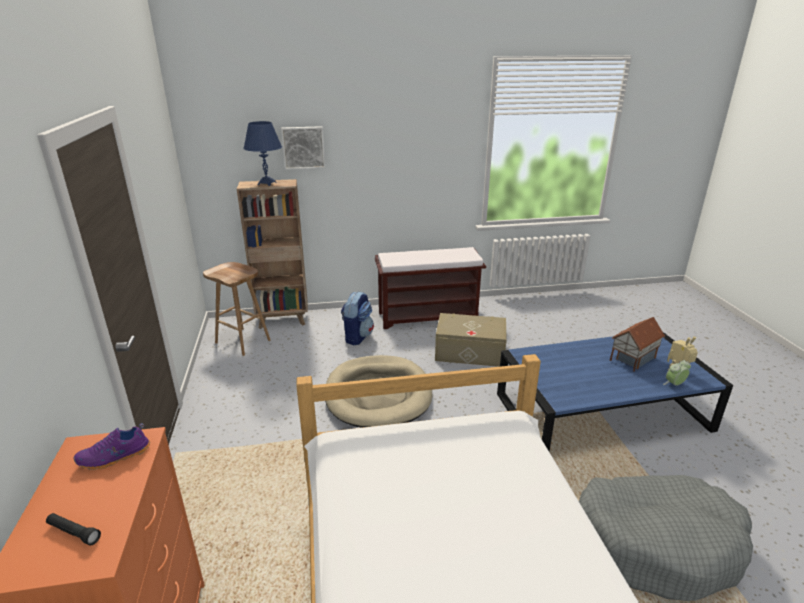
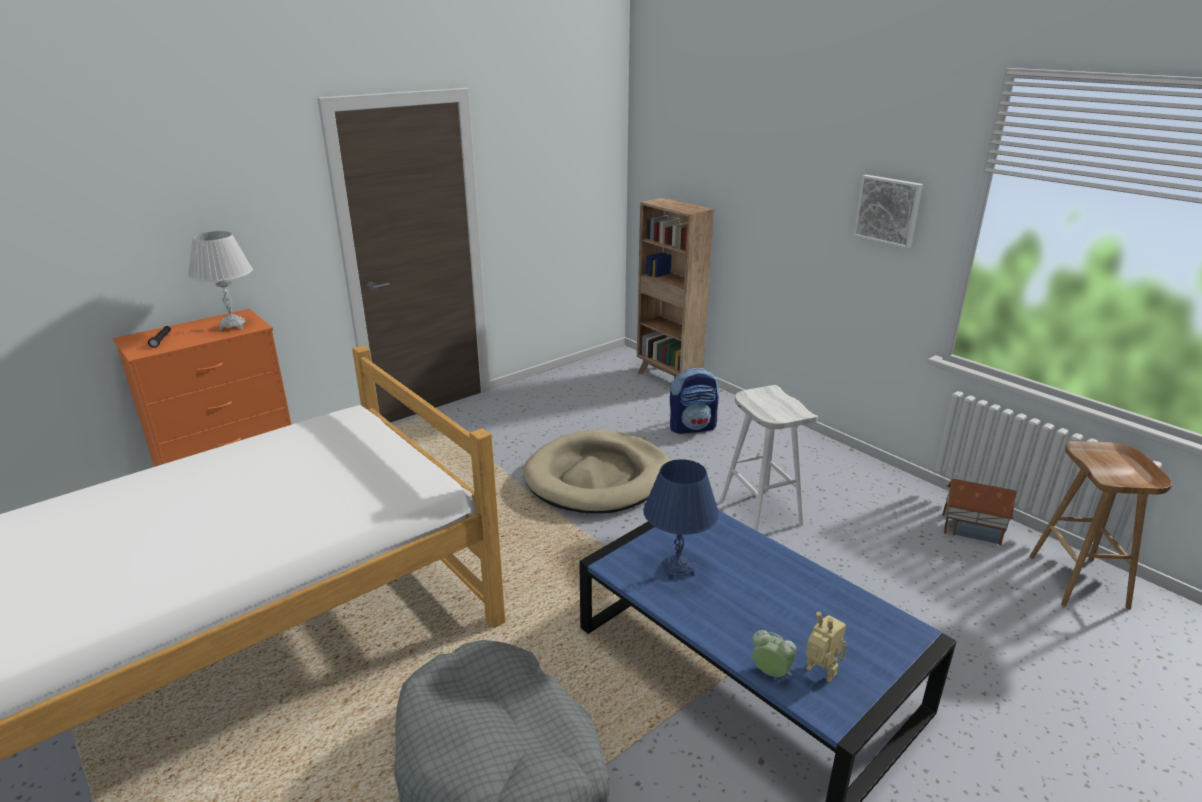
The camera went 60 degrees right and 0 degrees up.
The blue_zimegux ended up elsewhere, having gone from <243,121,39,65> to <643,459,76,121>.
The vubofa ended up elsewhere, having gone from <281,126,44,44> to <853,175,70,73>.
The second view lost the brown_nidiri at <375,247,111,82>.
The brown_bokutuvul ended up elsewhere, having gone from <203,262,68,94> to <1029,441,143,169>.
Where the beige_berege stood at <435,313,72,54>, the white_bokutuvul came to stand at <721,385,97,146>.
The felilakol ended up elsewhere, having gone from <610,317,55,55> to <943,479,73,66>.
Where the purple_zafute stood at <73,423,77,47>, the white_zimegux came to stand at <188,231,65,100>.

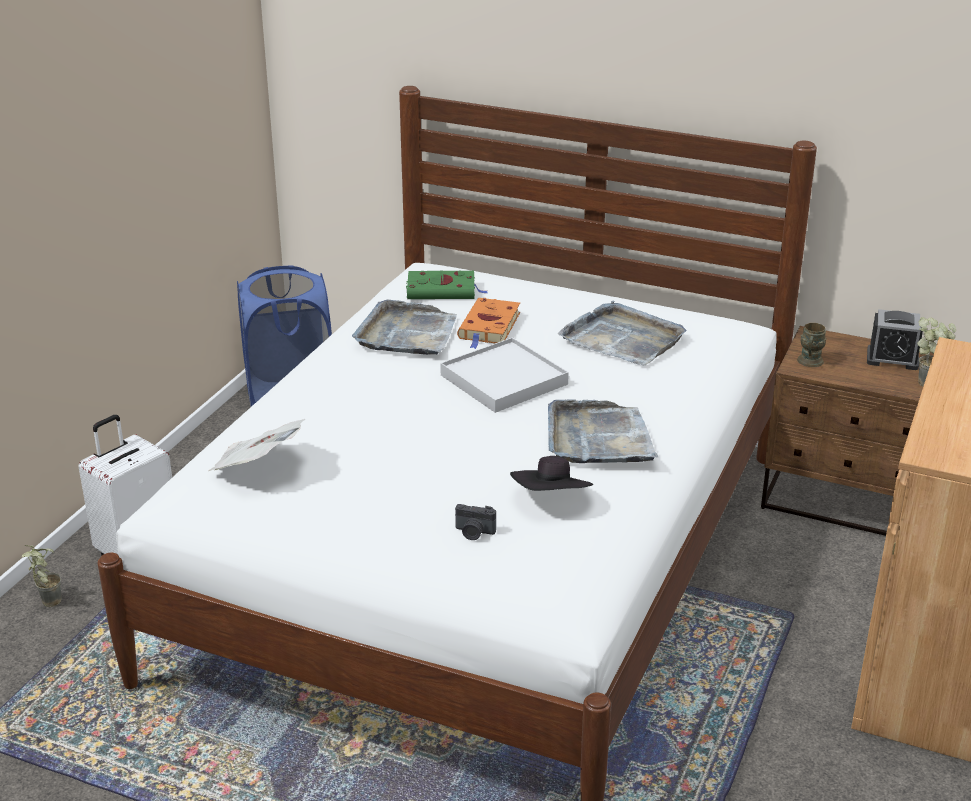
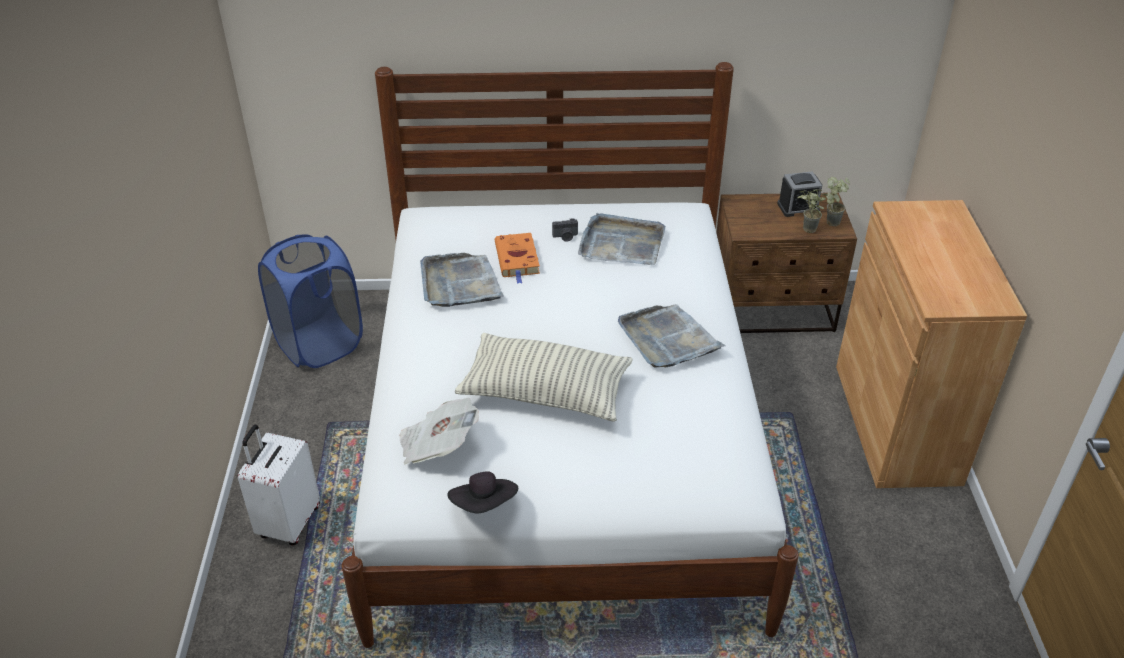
The camera went 25 degrees left and 10 degrees up.
The second view lost the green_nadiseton at <406,271,81,28>.
The second view lost the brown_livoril at <797,323,30,44>.
The second view lost the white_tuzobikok at <440,337,129,76>.
The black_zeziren ended up elsewhere, having gone from <510,456,83,35> to <447,471,71,43>.
The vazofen ended up elsewhere, having gone from <455,504,41,36> to <552,219,26,23>.
The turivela ended up elsewhere, having gone from <22,545,40,62> to <797,189,31,44>.
The second view gained the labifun at <455,333,177,89>.

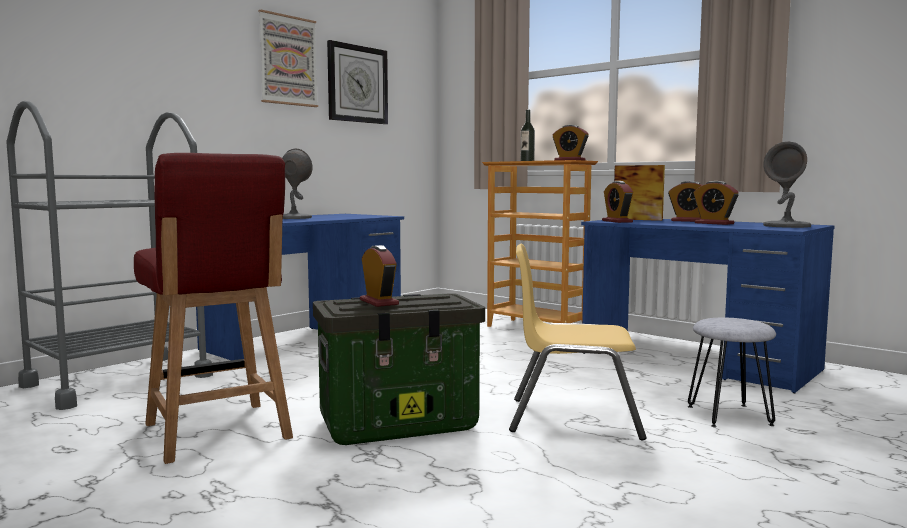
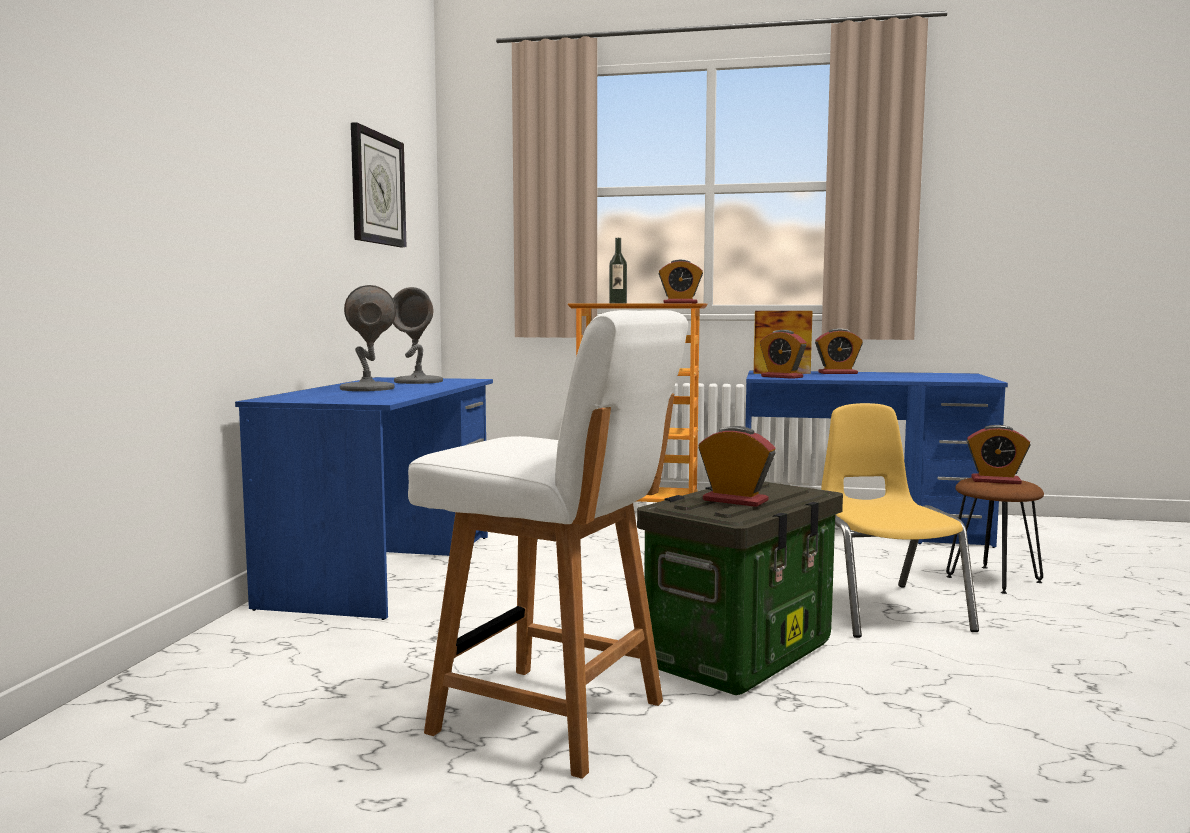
The camera went 30 degrees left and 0 degrees up.
The second view lost the vubofa at <258,10,60,97>.
The second view lost the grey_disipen at <6,101,207,309>.
The grey_zimegux ended up elsewhere, having gone from <763,141,48,87> to <393,287,50,97>.
What was the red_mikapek at <134,153,159,311> turned into the white_mikapek at <408,310,280,469>.
The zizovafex ended up elsewhere, having gone from <694,181,45,44> to <967,425,64,59>.
The yellow_mikapek at <509,244,137,196> ended up facing another way, 105 degrees clockwise from before.
What was the grey_bokutuvul at <688,317,88,110> turned into the brown_bokutuvul at <946,478,98,116>.

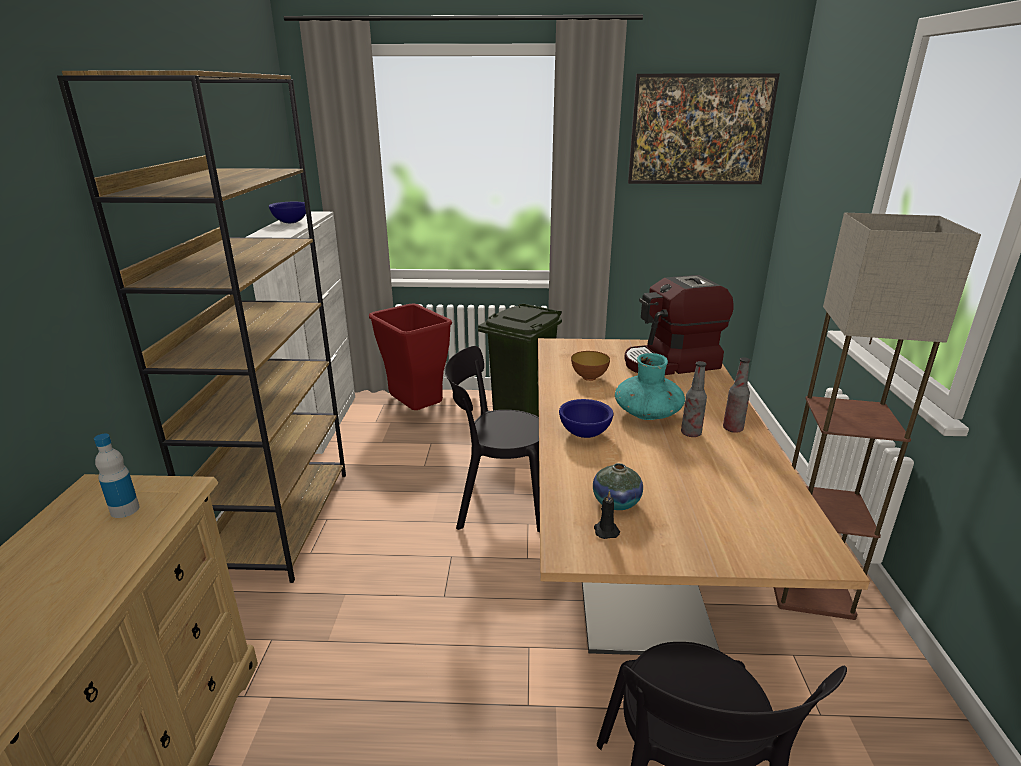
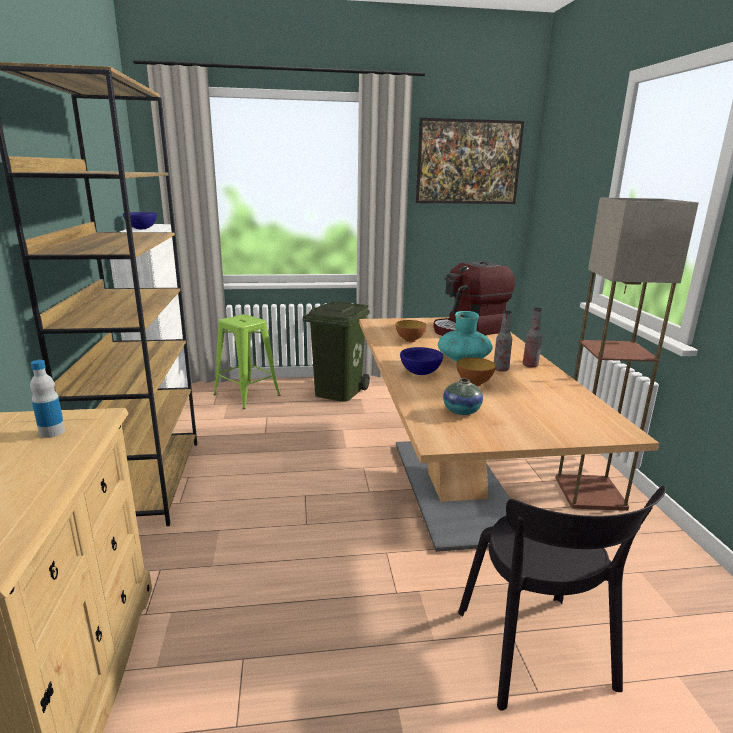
The camera went 10 degrees left and 5 degrees down.
Where the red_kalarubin stood at <369,303,83,107>, the green_bokutuvul came to stand at <213,314,68,95>.
The second view lost the black_mikapek at <445,346,95,187>.
The second view lost the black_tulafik at <594,490,26,49>.
The second view gained the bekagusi at <456,357,40,30>.

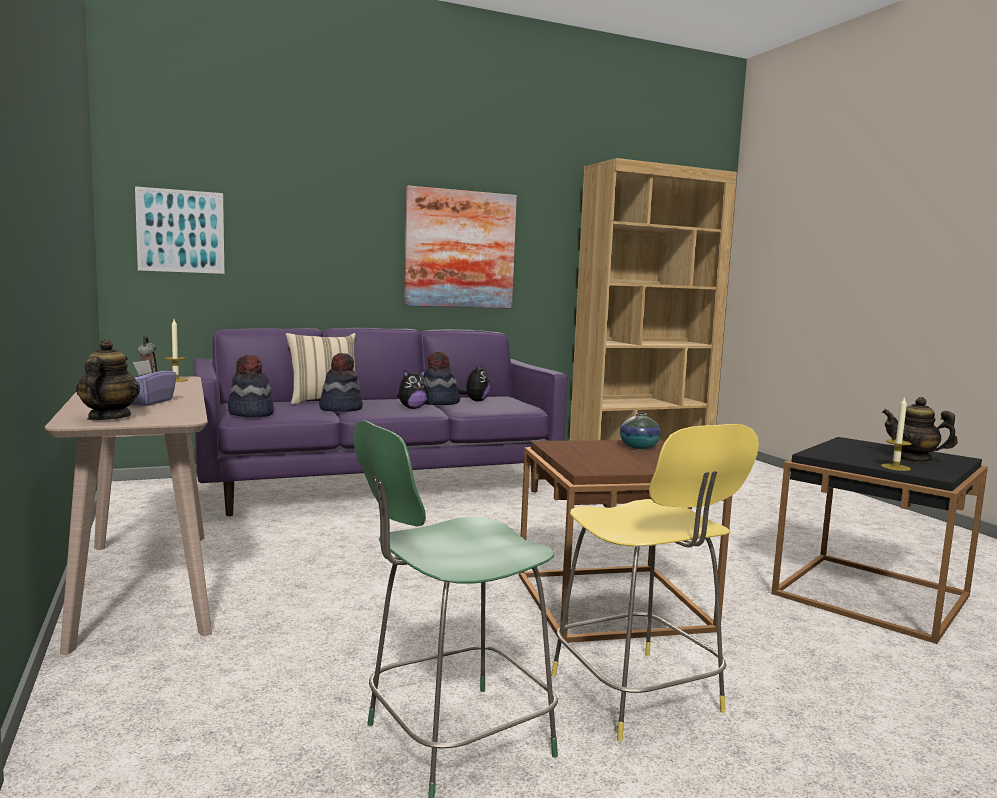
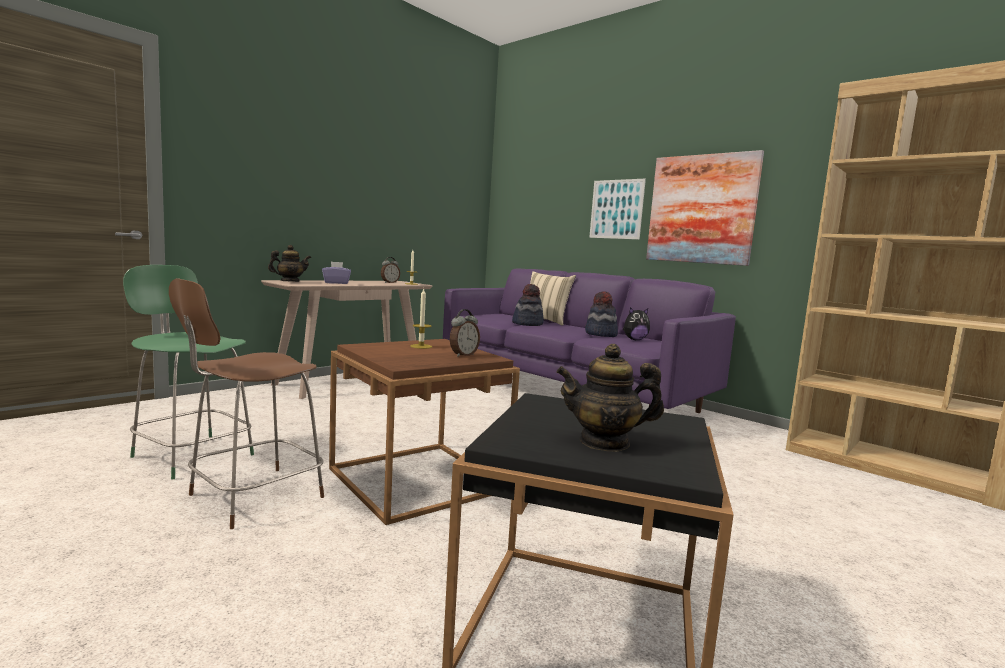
The camera went 65 degrees right and 0 degrees up.
The vubofa ended up elsewhere, having gone from <135,186,89,88> to <589,179,57,60>.
The second view lost the zeziren at <228,355,46,62>.
The second view lost the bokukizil at <397,369,32,40>.
The tulafik ended up elsewhere, having gone from <881,396,31,75> to <410,289,22,60>.
The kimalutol at <882,397,76,66> ended up facing another way, 105 degrees counterclockwise from before.
Where the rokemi stood at <620,413,41,36>, the zizovafex came to stand at <449,309,31,48>.
What was the yellow_bokutuvul at <551,424,208,317> turned into the brown_bokutuvul at <169,278,155,251>.

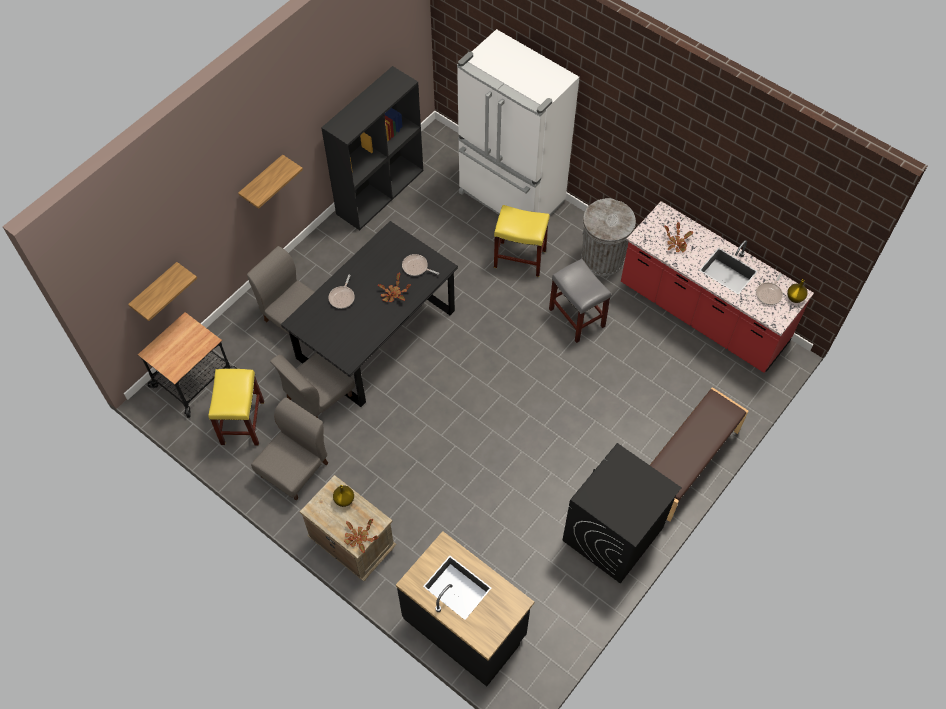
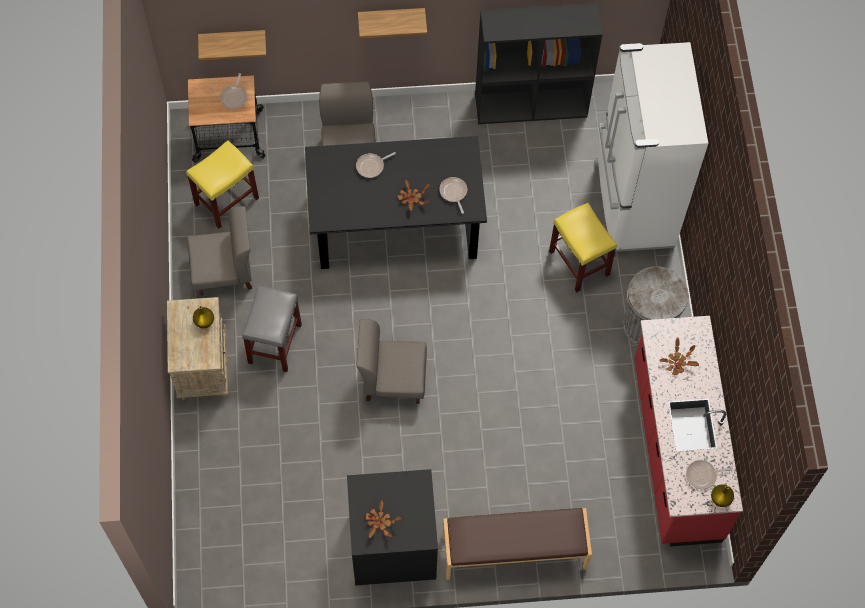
The camera went 45 degrees right and 5 degrees up.
The grey_bokutuvul ended up elsewhere, having gone from <549,259,62,84> to <242,286,60,86>.
The grey_mikapek ended up elsewhere, having gone from <270,353,85,65> to <356,319,71,85>.
The turivela ended up elsewhere, having gone from <344,519,34,34> to <366,501,35,37>.
The second view lost the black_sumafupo at <396,531,138,155>.
The second view gained the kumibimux at <220,73,27,36>.

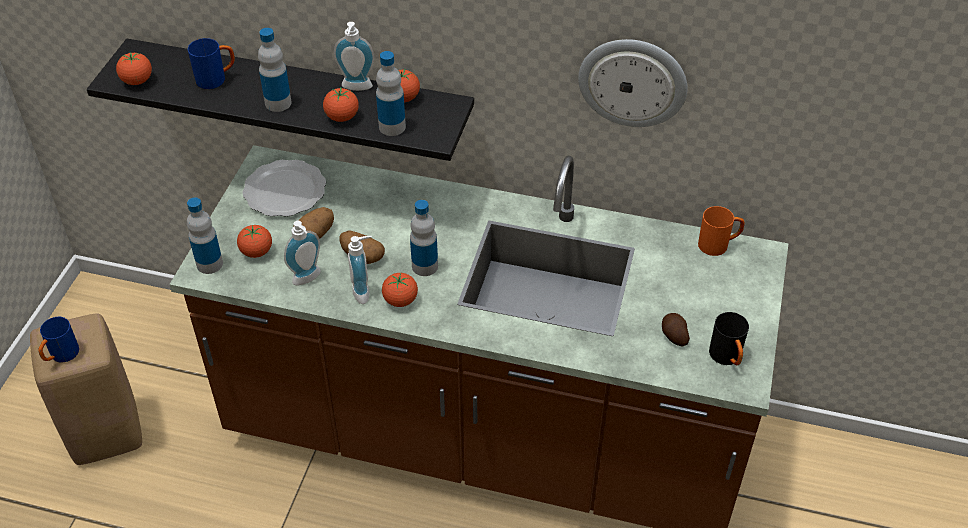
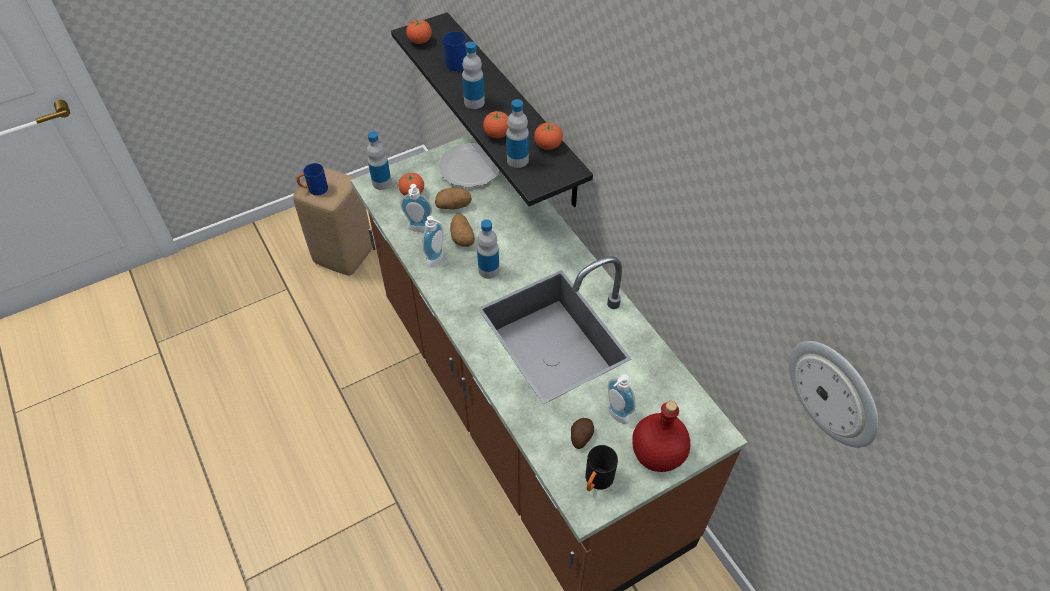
The camera went 45 degrees right and 5 degrees up.
The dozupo ended up elsewhere, having gone from <334,22,41,69> to <607,374,29,50>.
The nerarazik ended up elsewhere, having gone from <578,39,109,88> to <789,341,90,107>.
The second view lost the orange_livoril at <698,206,47,50>.
The second view lost the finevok at <382,273,36,34>.
The second view gained the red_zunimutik at <632,401,58,71>.

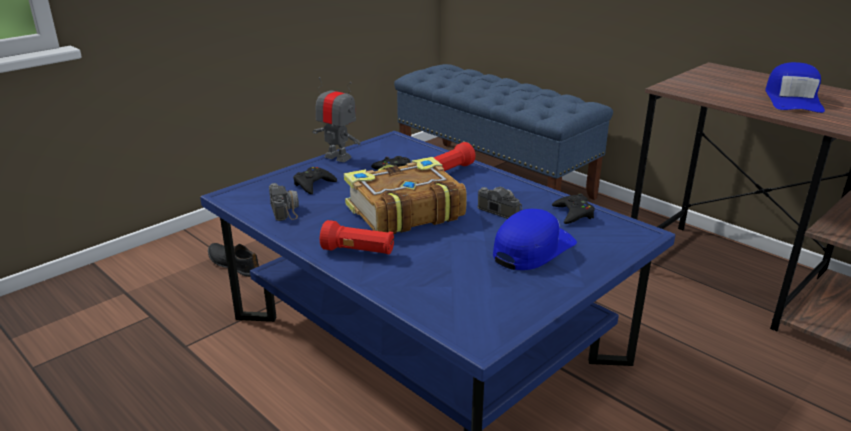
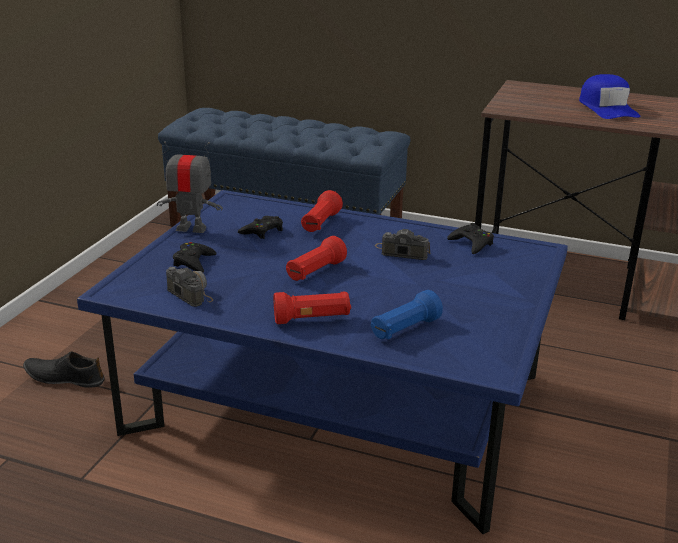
The camera went 25 degrees left and 0 degrees up.
Where the nadiseton stood at <344,157,123,77>, the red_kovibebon came to stand at <286,236,61,45>.
The second view lost the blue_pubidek at <493,209,84,61>.
The second view gained the blue_kovibebon at <371,290,72,49>.

